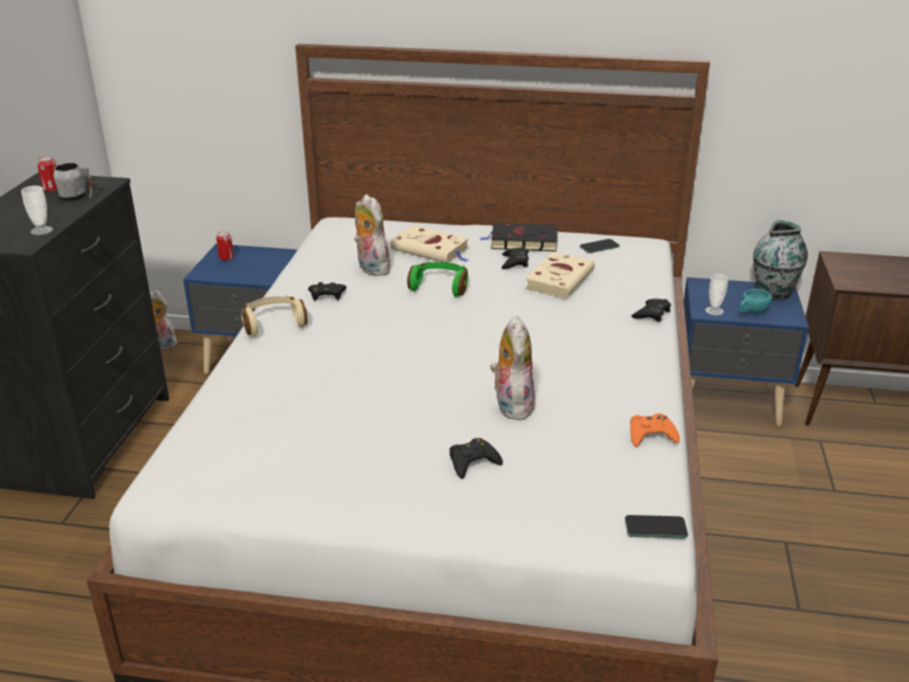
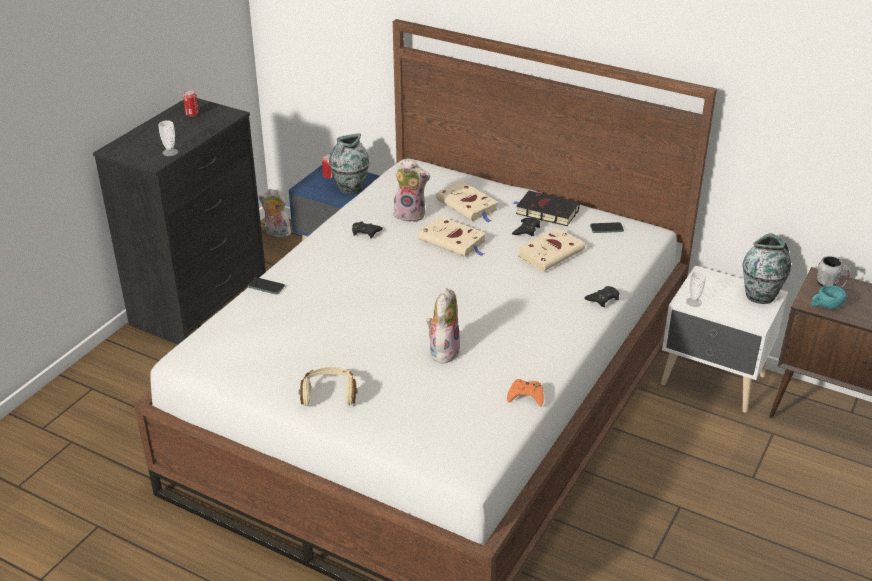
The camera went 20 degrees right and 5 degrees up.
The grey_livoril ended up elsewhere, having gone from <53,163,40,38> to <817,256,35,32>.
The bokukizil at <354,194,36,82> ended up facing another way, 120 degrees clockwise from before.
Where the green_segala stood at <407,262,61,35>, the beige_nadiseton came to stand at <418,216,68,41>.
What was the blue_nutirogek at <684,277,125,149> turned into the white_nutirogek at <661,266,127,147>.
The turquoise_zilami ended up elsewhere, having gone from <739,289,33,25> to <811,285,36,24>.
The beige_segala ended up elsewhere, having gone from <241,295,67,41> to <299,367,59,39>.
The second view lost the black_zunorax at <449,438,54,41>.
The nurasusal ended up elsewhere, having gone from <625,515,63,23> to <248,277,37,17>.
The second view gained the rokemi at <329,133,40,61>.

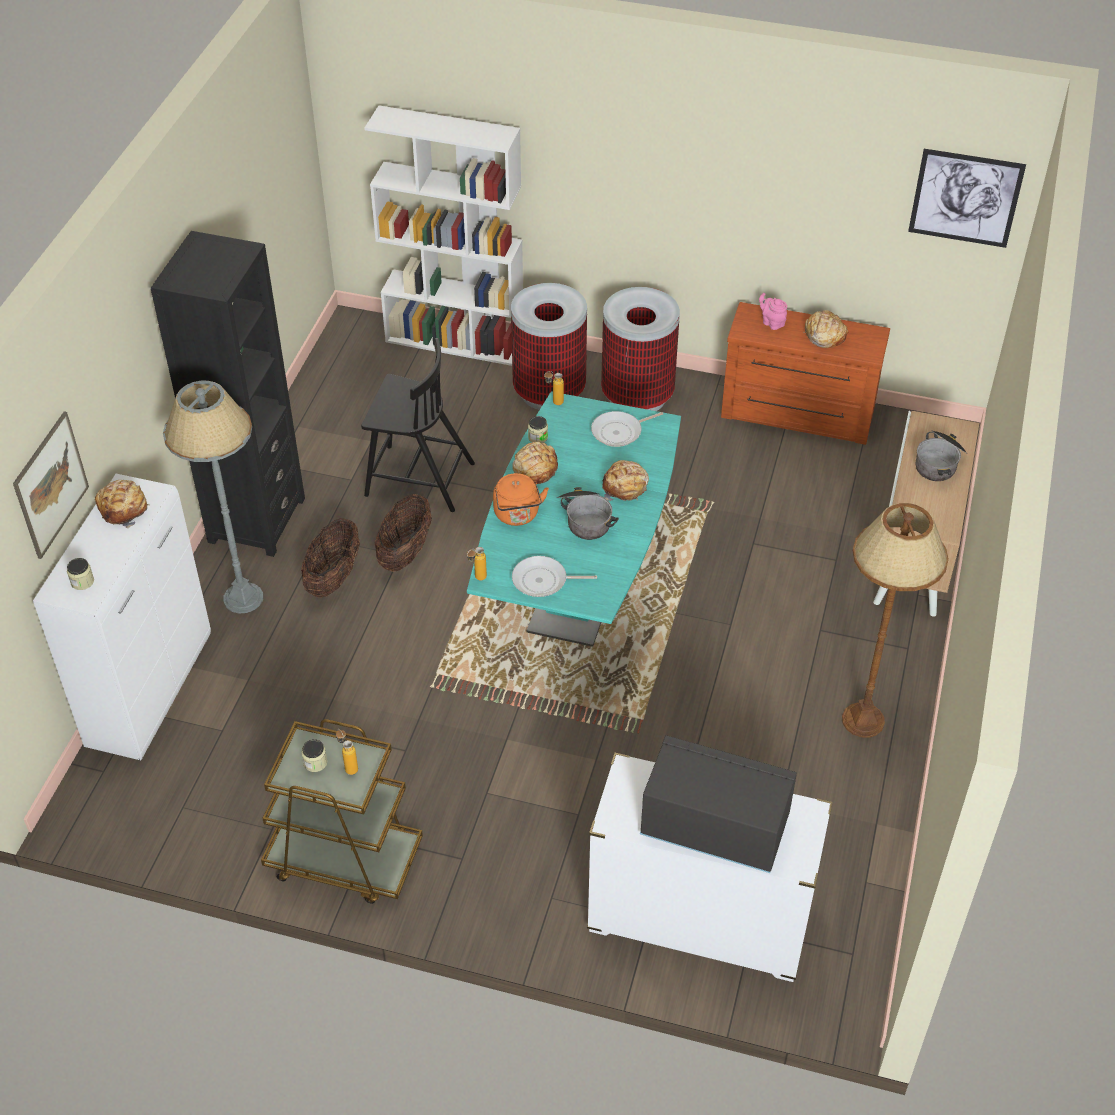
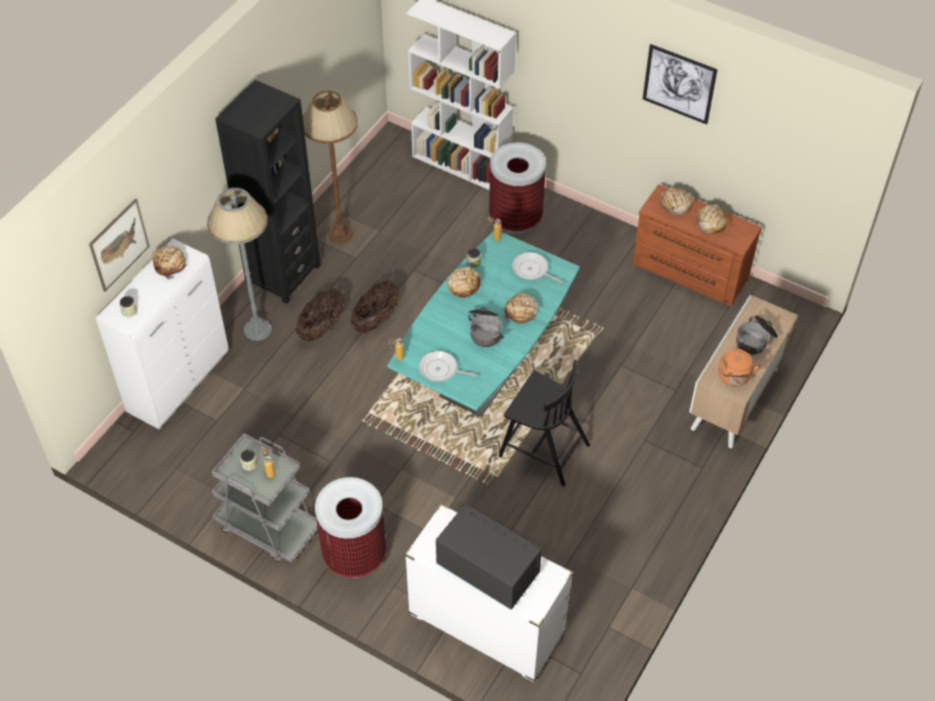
The camera went 15 degrees right and 5 degrees up.
The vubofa ended up elsewhere, having gone from <908,149,118,99> to <643,44,75,81>.
The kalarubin ended up elsewhere, having gone from <601,287,79,124> to <315,477,71,101>.
Where the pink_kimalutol stood at <759,293,28,37>, the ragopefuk came to stand at <661,187,32,29>.
The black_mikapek ended up elsewhere, having gone from <361,338,114,174> to <499,360,91,126>.
The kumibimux at <591,411,72,36> ended up facing another way, 45 degrees clockwise from before.
The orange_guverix ended up elsewhere, having gone from <493,473,56,53> to <719,349,42,38>.
The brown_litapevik ended up elsewhere, having gone from <842,503,107,235> to <303,90,55,154>.
What was the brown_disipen at <261,719,162,185> turned into the grey_disipen at <212,433,106,130>.

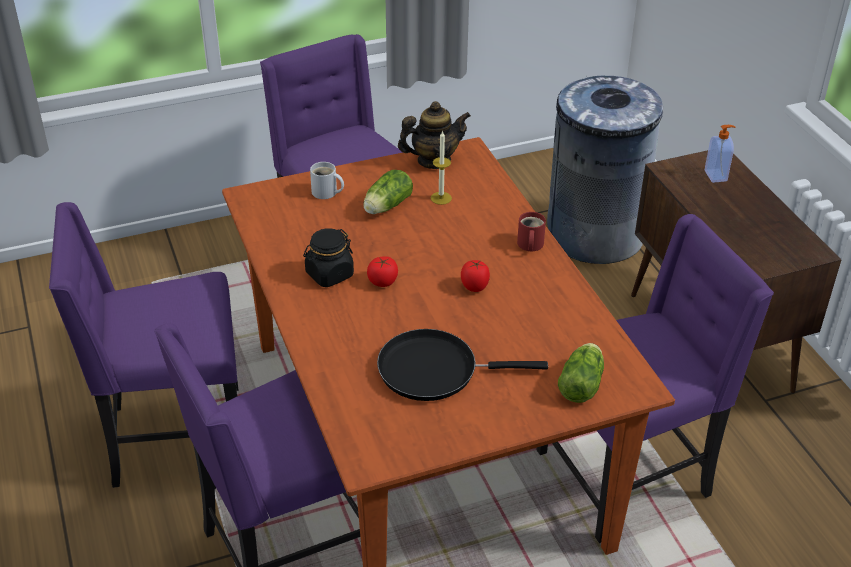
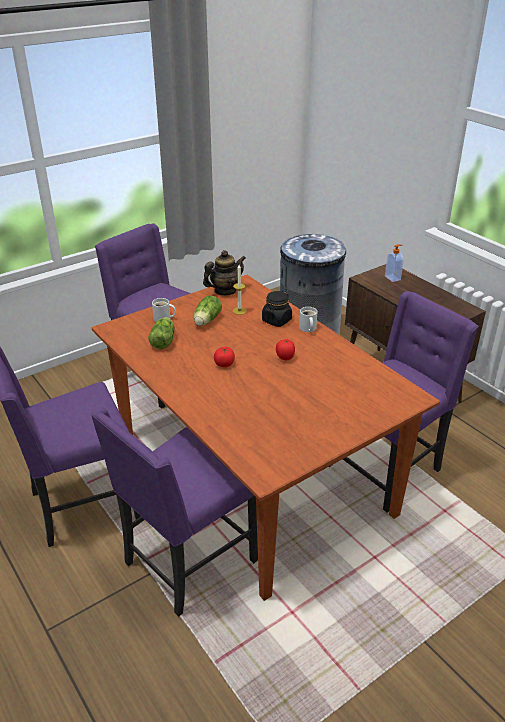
The camera went 15 degrees left and 5 degrees down.
What was the red_livoril at <517,212,29,39> turned into the white_livoril at <299,307,18,25>.
The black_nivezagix ended up elsewhere, having gone from <303,228,51,59> to <262,291,30,36>.
The second view lost the black_kumibimux at <377,329,171,72>.
The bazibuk ended up elsewhere, having gone from <558,343,46,60> to <148,317,26,32>.

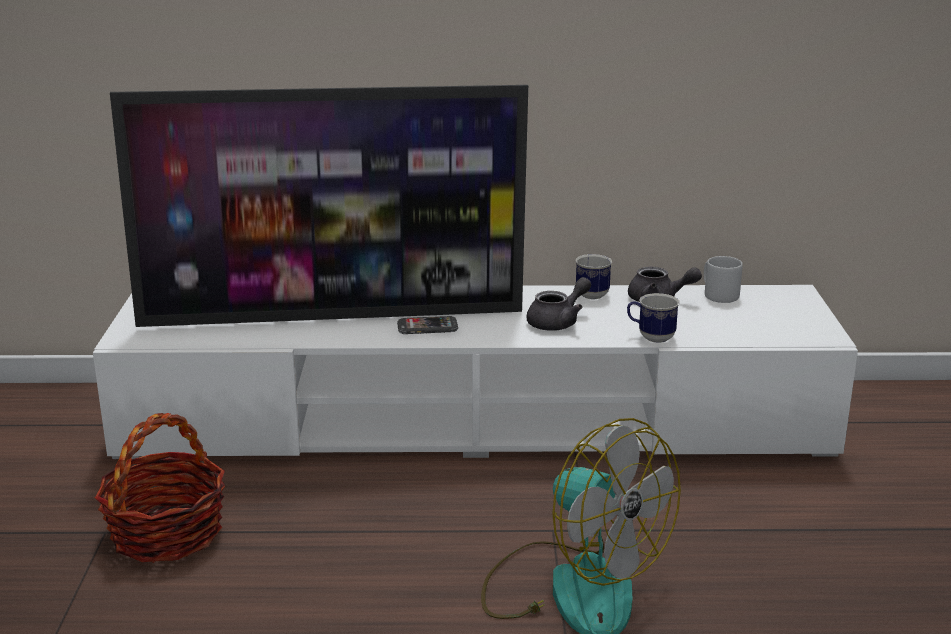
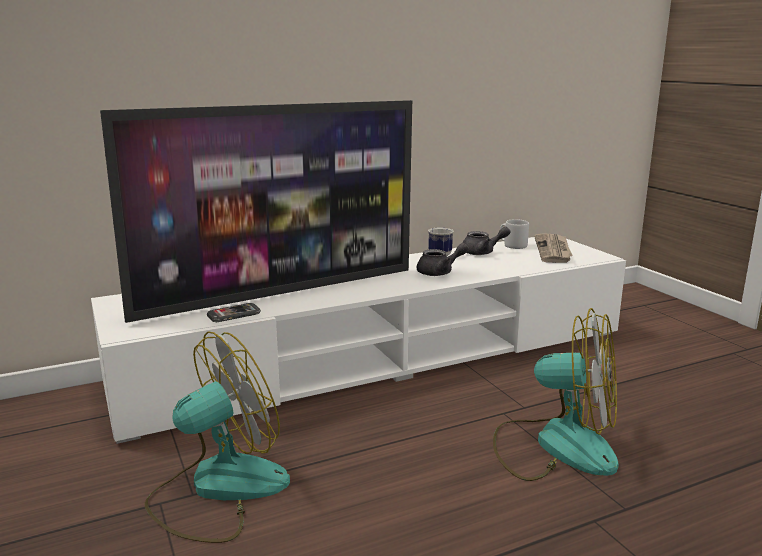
The camera went 25 degrees left and 5 degrees down.
The grey_kimalutol at <527,277,64,54> ended up facing another way, 45 degrees clockwise from before.
The second view lost the livoril at <627,293,52,50>.
The nurasusal ended up elsewhere, having gone from <397,316,61,18> to <207,303,54,19>.
Where the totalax stood at <95,413,130,150>, the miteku came to stand at <145,331,145,212>.
The second view gained the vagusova at <534,233,39,30>.

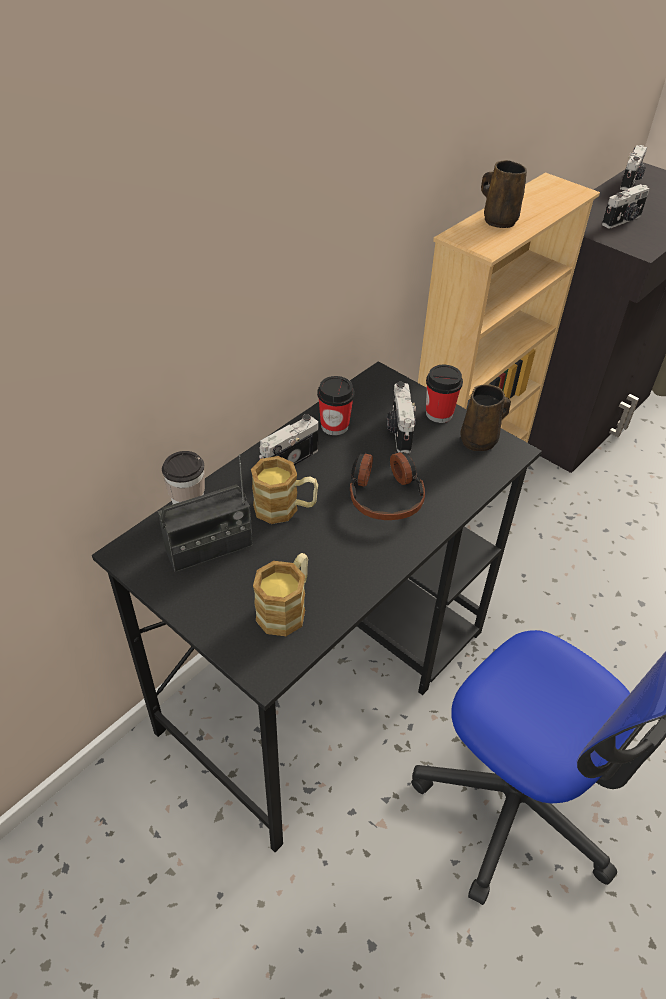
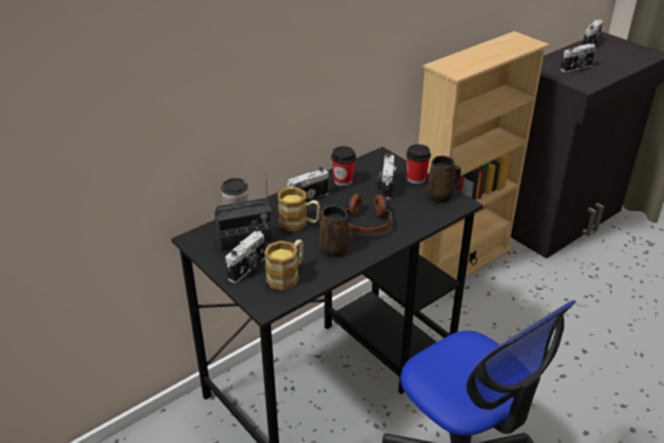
The camera went 10 degrees right and 10 degrees down.
The brown_livoril ended up elsewhere, having gone from <481,160,46,68> to <319,205,30,52>.
The second view gained the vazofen at <225,231,40,52>.

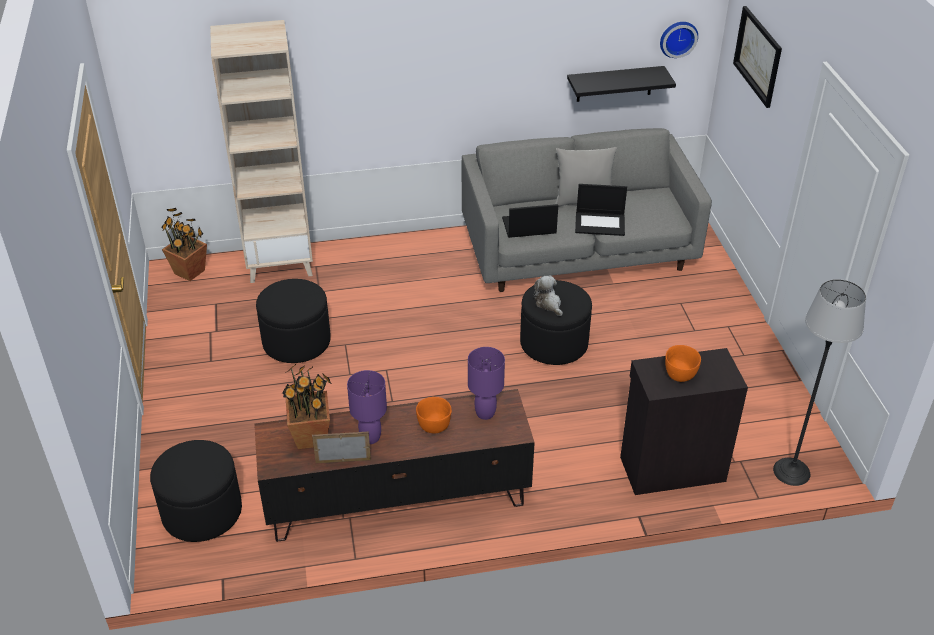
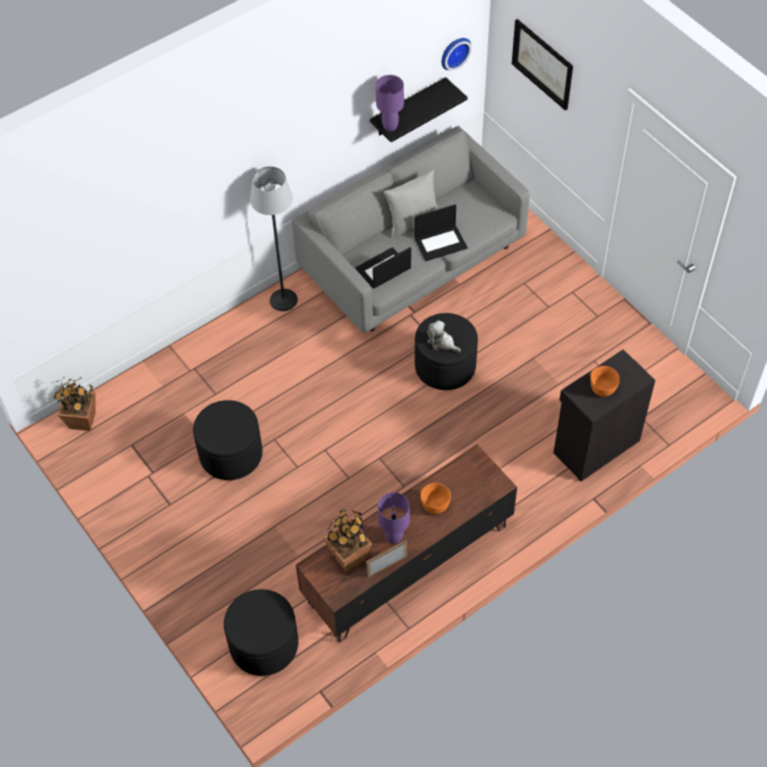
The camera went 25 degrees left and 15 degrees up.
The second view lost the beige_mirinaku at <210,20,103,263>.
The litapevik ended up elsewhere, having gone from <773,279,93,207> to <250,166,48,145>.
The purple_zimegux ended up elsewhere, having gone from <468,347,37,73> to <376,75,28,56>.

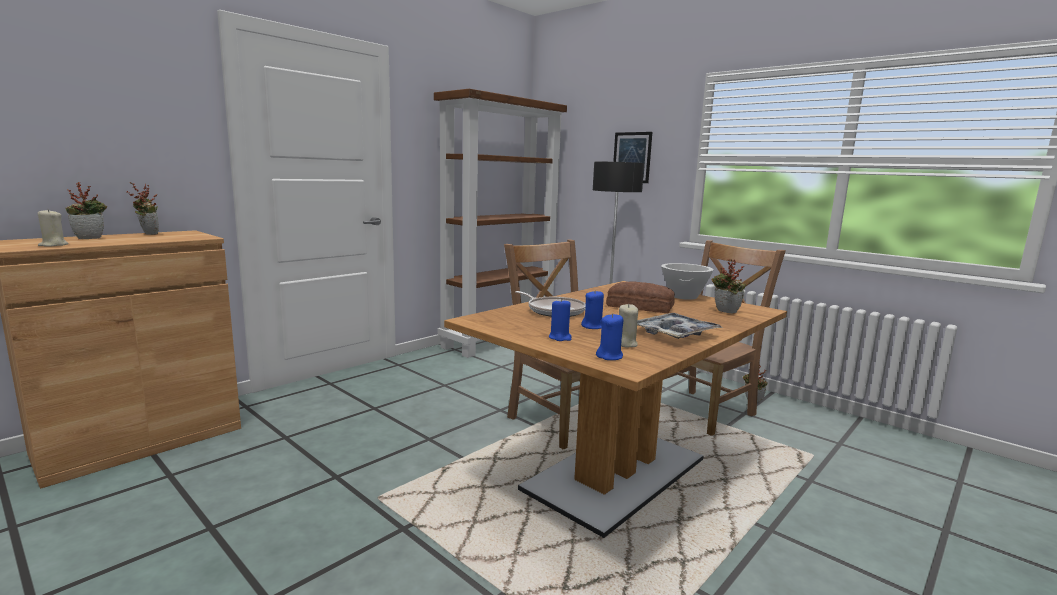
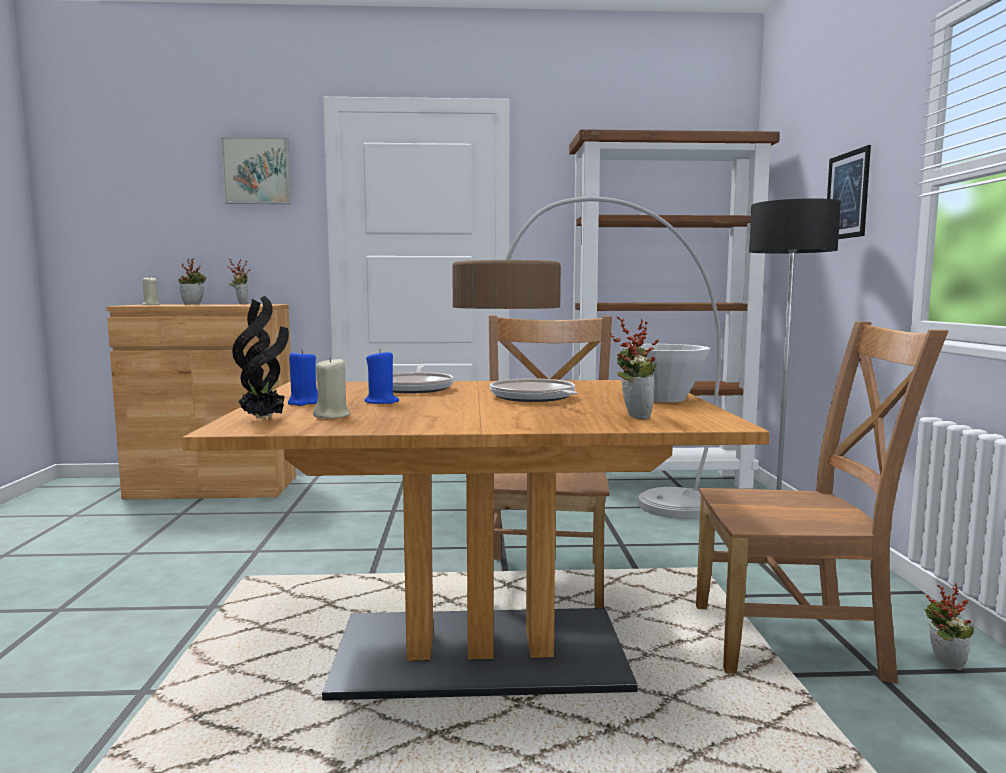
The camera went 45 degrees right and 5 degrees down.
Where the ragopefuk stood at <606,281,69,32>, the kumibimux came to stand at <490,378,88,24>.
The second view lost the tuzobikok at <637,313,87,26>.
Where the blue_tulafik stood at <596,314,27,46>, the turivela came to stand at <232,296,57,123>.
The second view gained the vubofa at <221,137,70,67>.
The second view gained the litapevik at <452,197,269,322>.

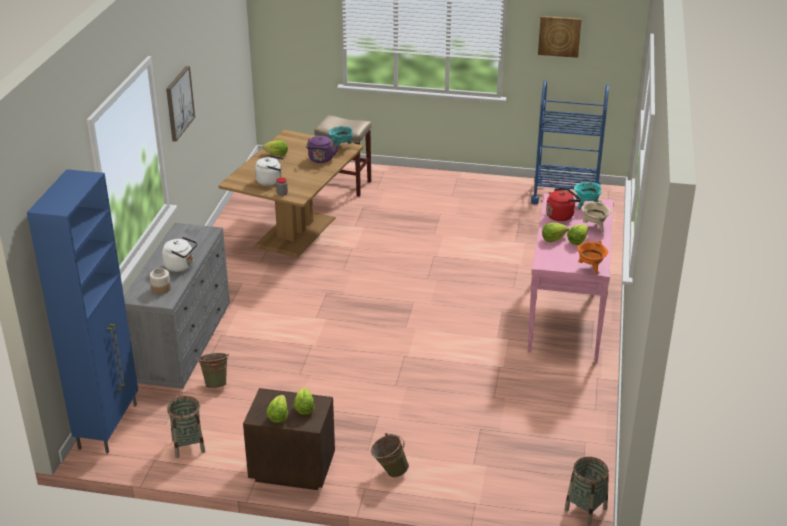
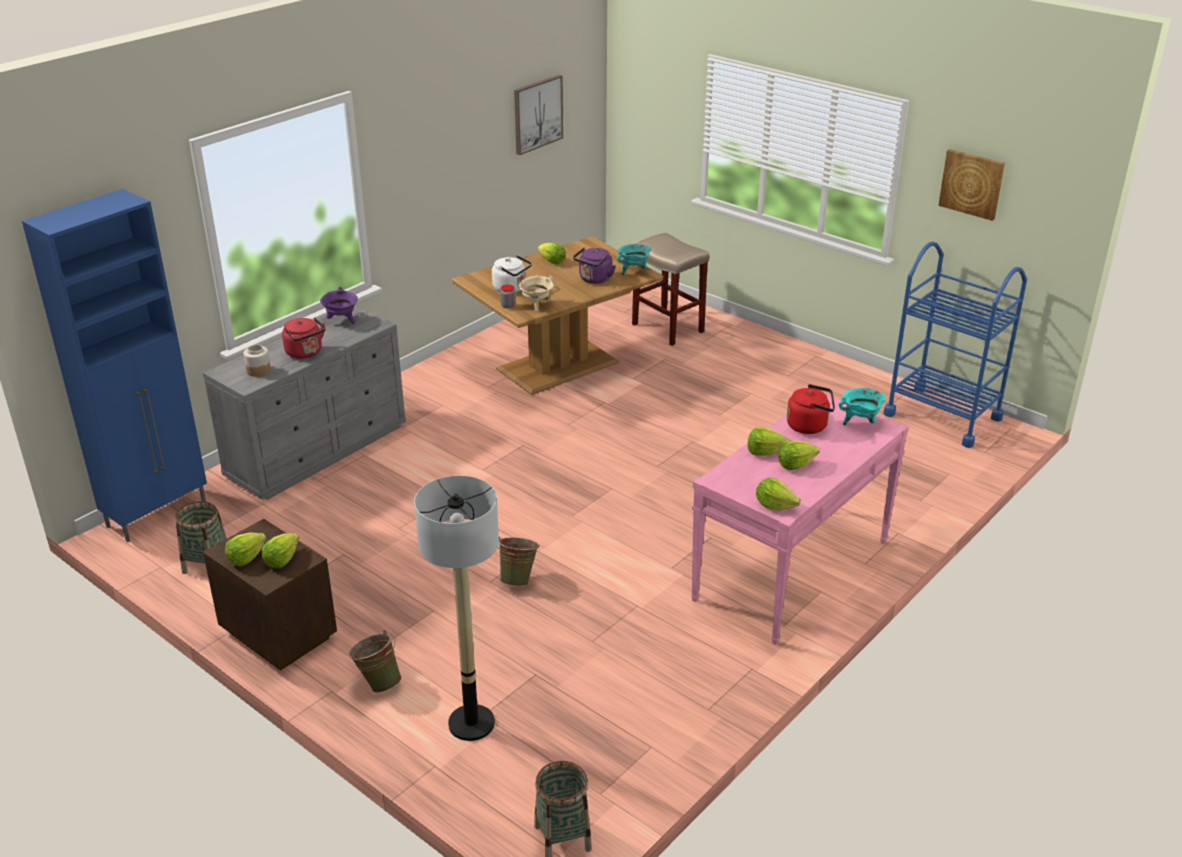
The camera went 30 degrees right and 0 degrees up.
The vubofa ended up elsewhere, having gone from <166,66,29,75> to <514,75,49,80>.
The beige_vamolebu ended up elsewhere, having gone from <581,200,30,32> to <519,275,36,37>.
What was the white_guverix at <162,237,35,35> turned into the red_guverix at <282,317,44,42>.
Where the orange_vamolebu stood at <577,240,31,34>, the bazibuk came to stand at <756,478,45,33>.
The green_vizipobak ended up elsewhere, having gone from <197,353,32,35> to <498,537,41,49>.
The second view gained the purple_vamolebu at <320,287,38,37>.
The second view gained the litapevik at <414,475,85,266>.

